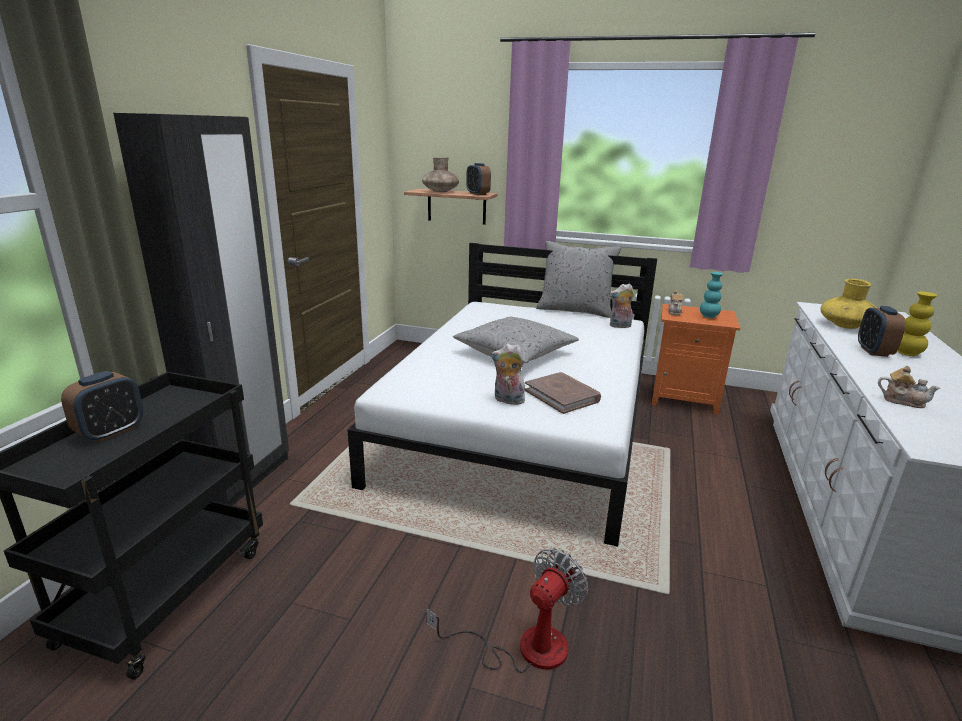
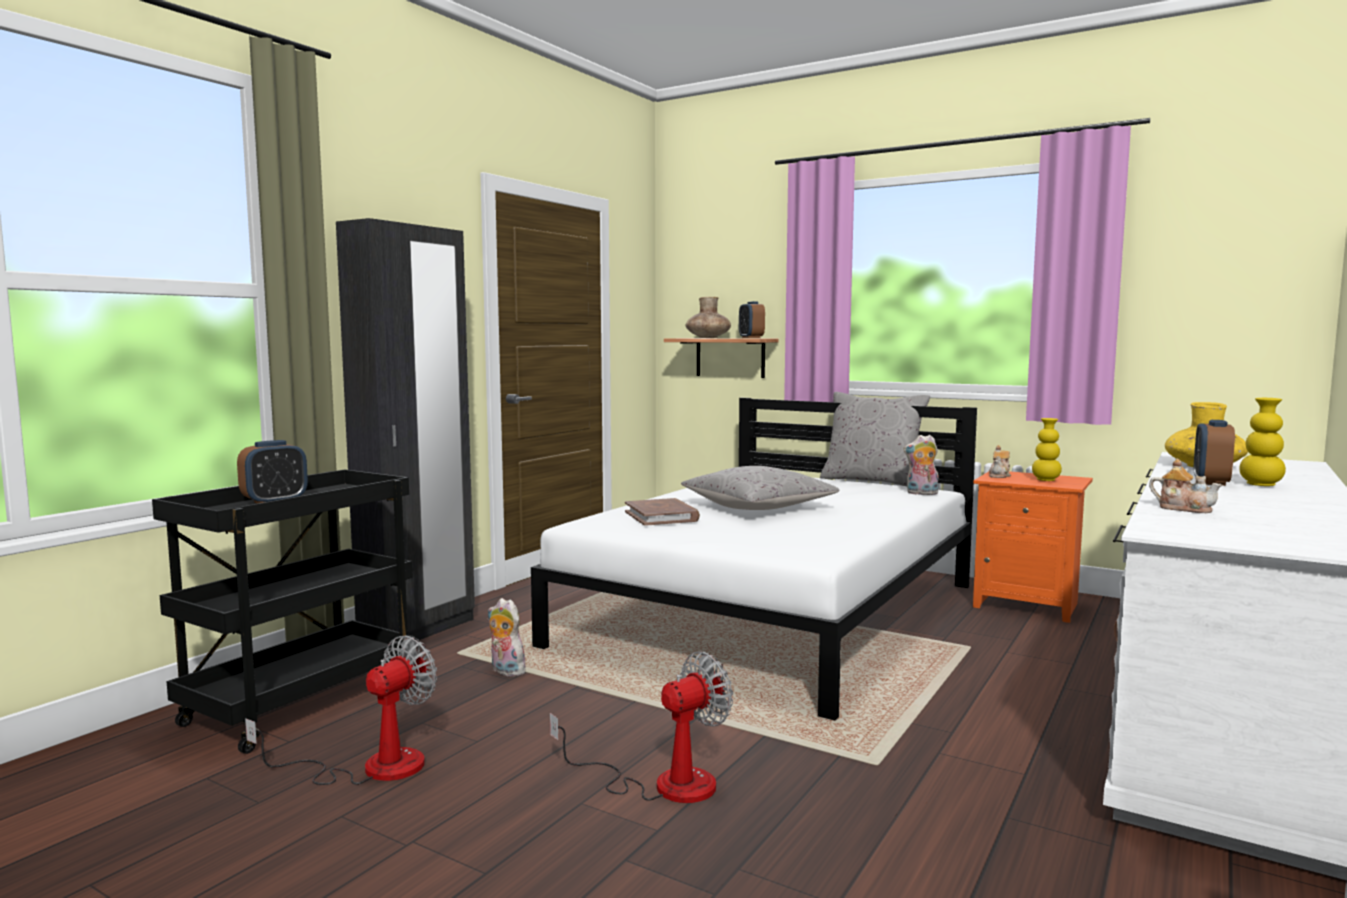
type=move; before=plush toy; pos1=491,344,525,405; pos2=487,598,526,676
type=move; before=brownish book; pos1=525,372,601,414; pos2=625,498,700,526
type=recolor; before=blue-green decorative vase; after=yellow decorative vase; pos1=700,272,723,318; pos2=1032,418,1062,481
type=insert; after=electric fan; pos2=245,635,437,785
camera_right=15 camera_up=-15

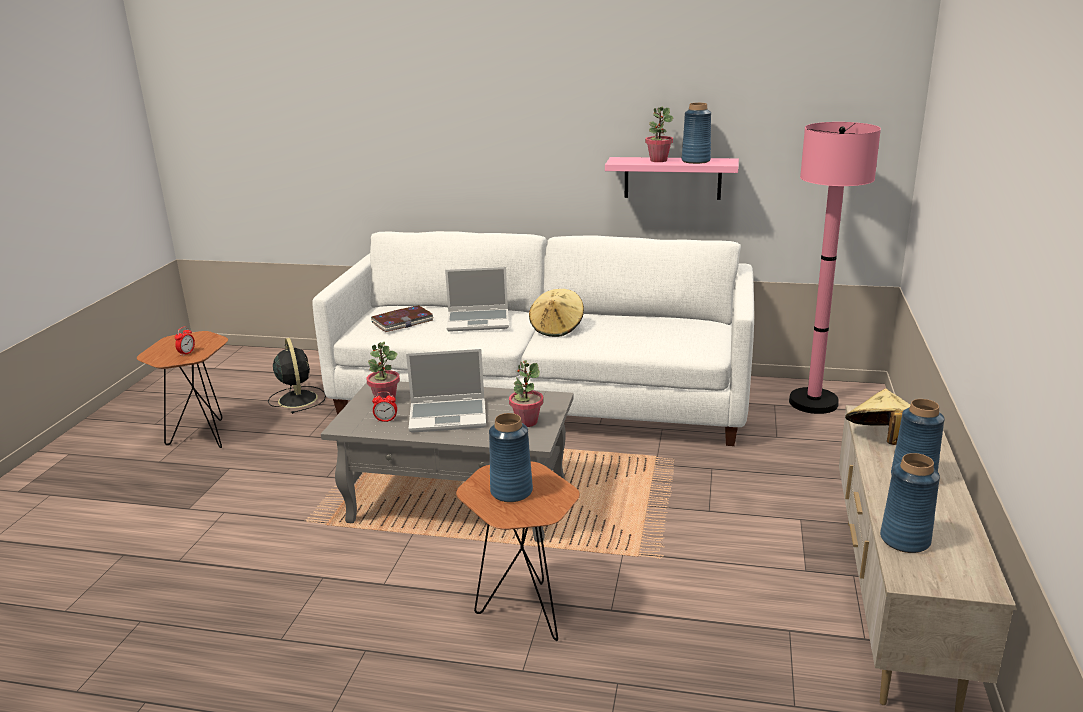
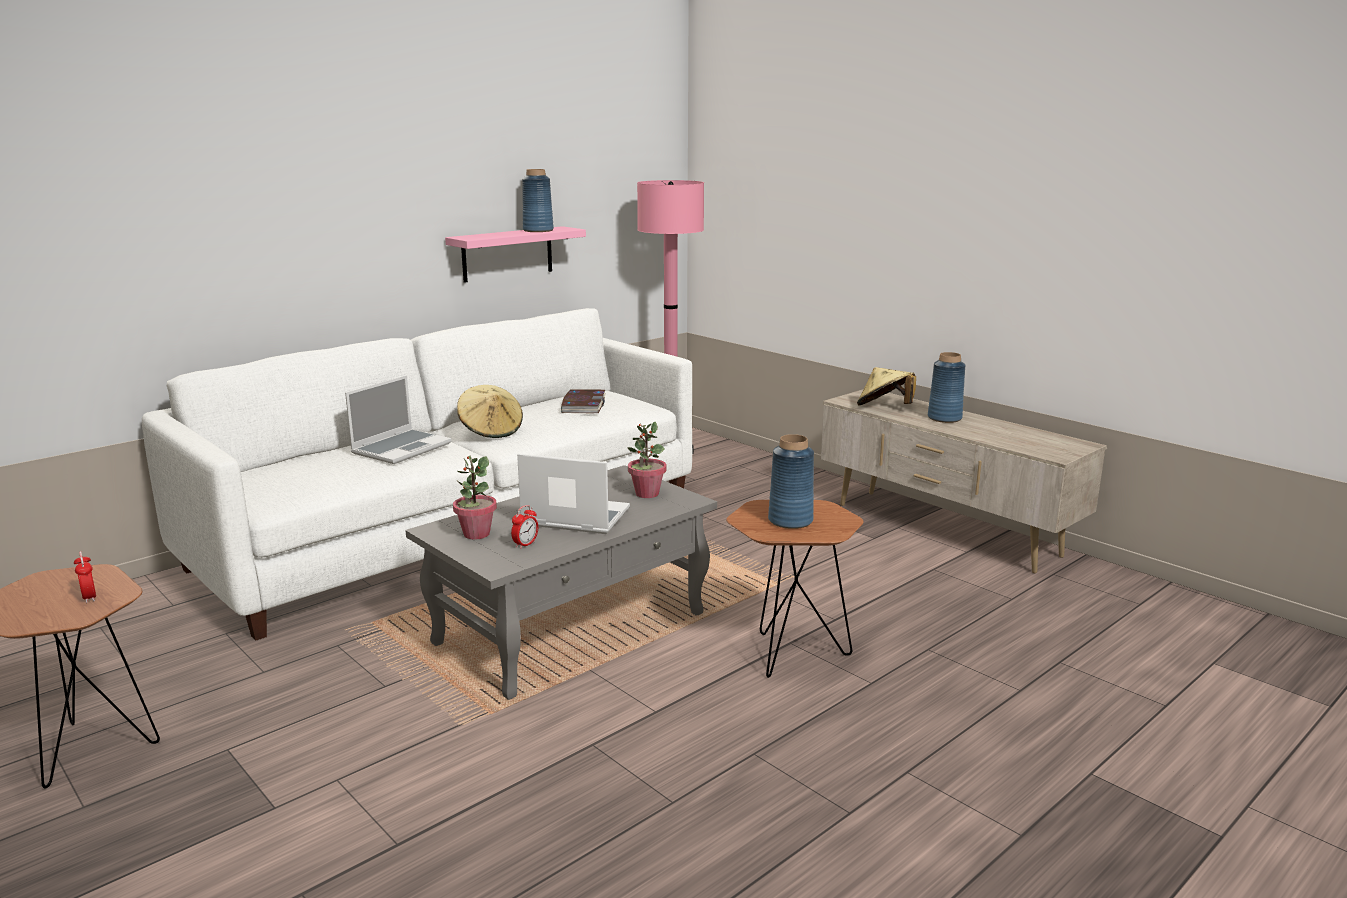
type=delete; before=black-coloured electric fan; pos1=268,338,326,414
type=move; before=book; pos1=371,305,434,332; pos2=561,389,606,413
type=rotate; before=portable computer; pos1=406,349,486,433; pos2=517,454,630,534; turn=-105
type=delete; before=plant in a pot; pos1=645,107,673,162
type=delete; before=blue decorative vase; pos1=880,453,940,553
camera_right=-55 camera_up=-5

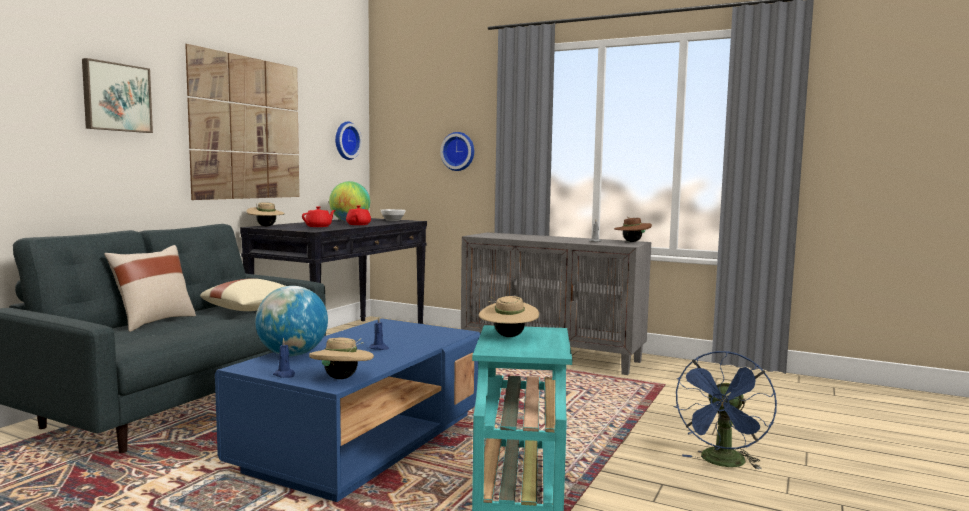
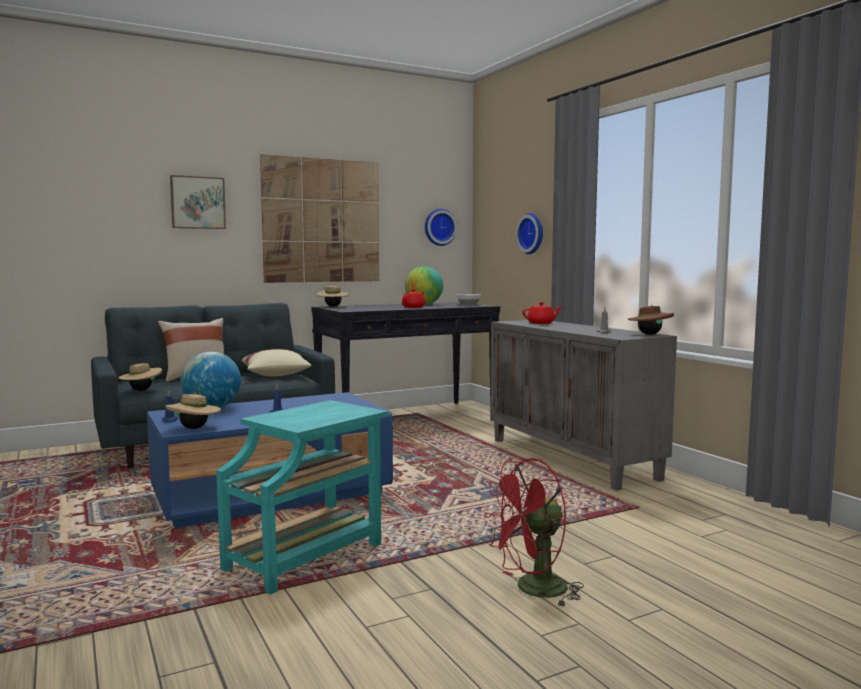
type=move; before=red-coloured teapot; pos1=302,206,335,227; pos2=522,302,562,324
type=move; before=beige clothing hat; pos1=479,296,539,337; pos2=118,362,162,391
type=recolor; before=blue electric fan; after=red-coloured electric fan; pos1=673,351,777,470; pos2=484,458,584,607
camera_right=35 camera_up=0

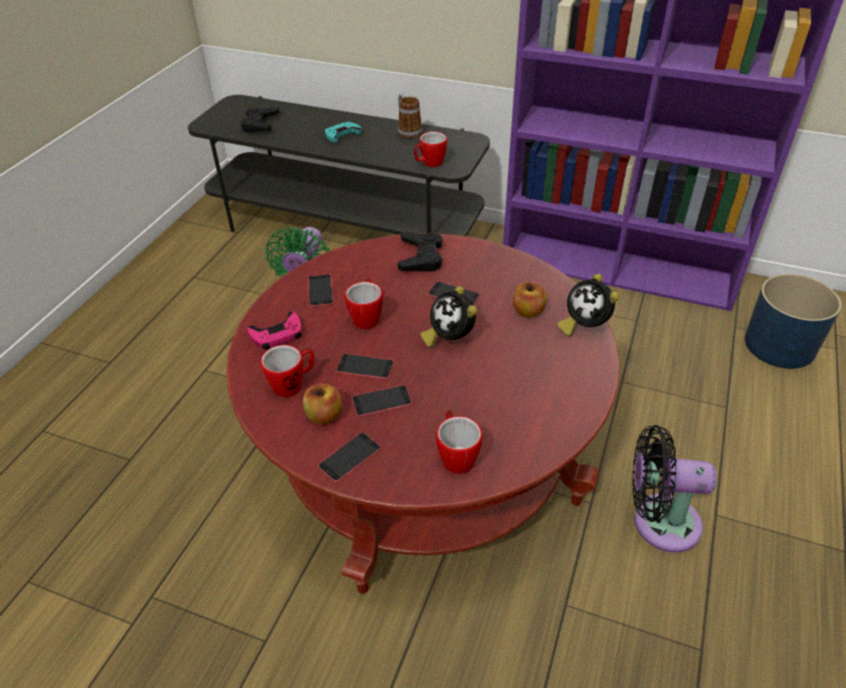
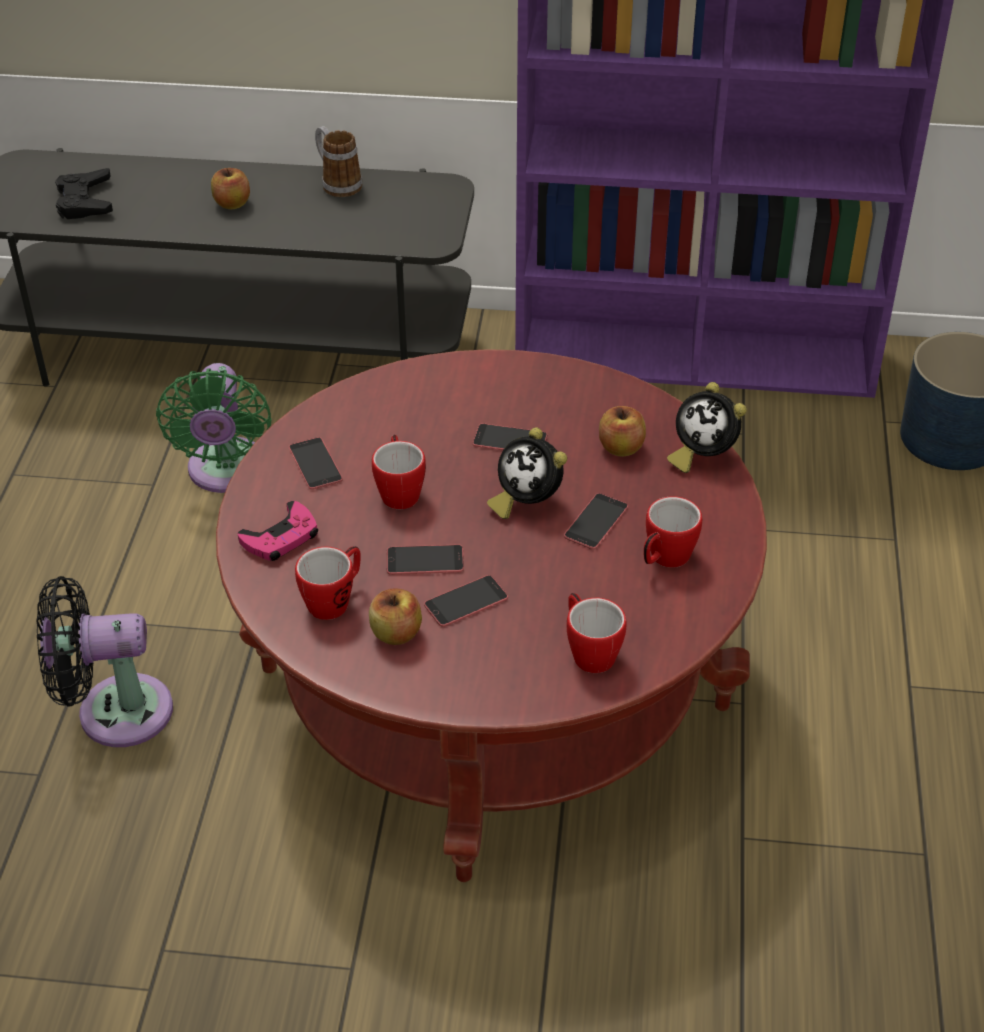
type=move; before=handset; pos1=318,432,381,482; pos2=564,493,628,549
type=replace; before=blue-green game controller; after=apple; pos1=324,122,362,143; pos2=211,168,250,209
type=delete; before=black-coloured game controller; pos1=398,232,443,272
type=move; before=coffee mug; pos1=414,132,447,167; pos2=644,496,702,568
type=move; before=black-coloured electric fan; pos1=632,425,717,553; pos2=37,576,173,747
camera_right=-15 camera_up=0

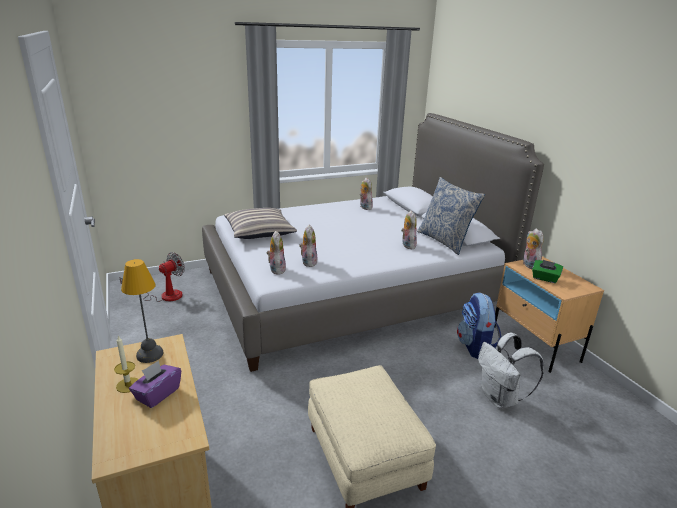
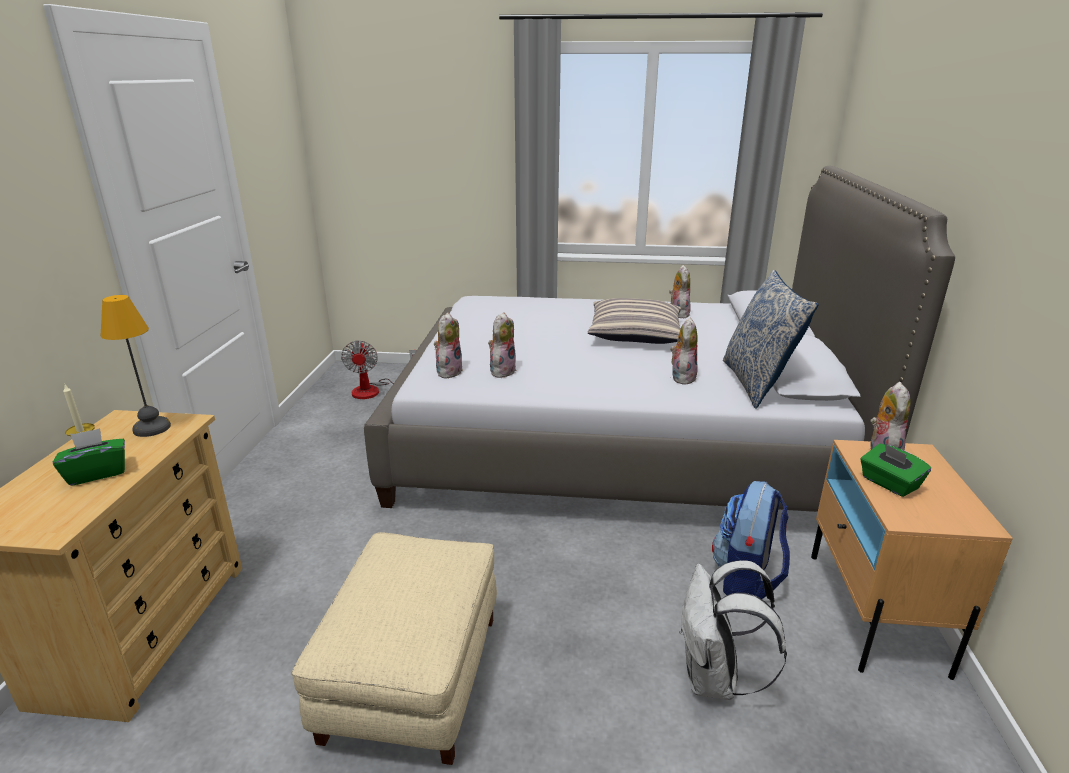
type=rotate; before=electric fan; pos1=120,252,185,302; pos2=341,340,416,399; turn=105
type=recolor; before=purplish tissue holder; after=green tissue holder; pos1=129,360,181,408; pos2=53,428,125,486
type=move; before=throw pillow; pos1=224,208,297,239; pos2=588,298,681,344
camera_right=30 camera_up=0

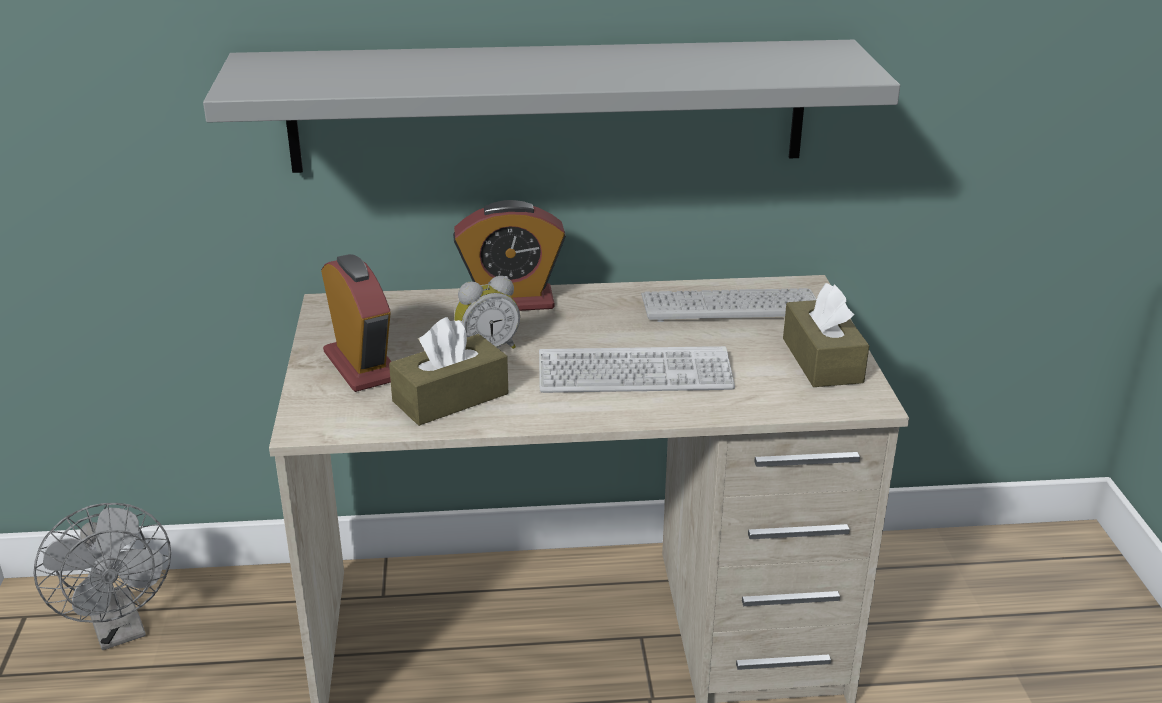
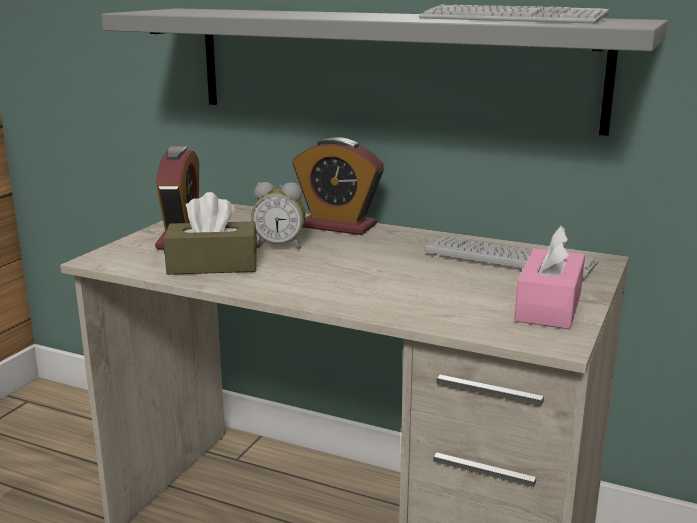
type=delete; before=greyish electric fan; pos1=33,503,171,650
type=move; before=keyboard; pos1=539,346,735,393; pos2=419,4,610,24
type=recolor; before=brownish tissue holder; after=pink tissue holder; pos1=783,283,869,387; pos2=514,226,585,329
camera_right=30 camera_up=-10

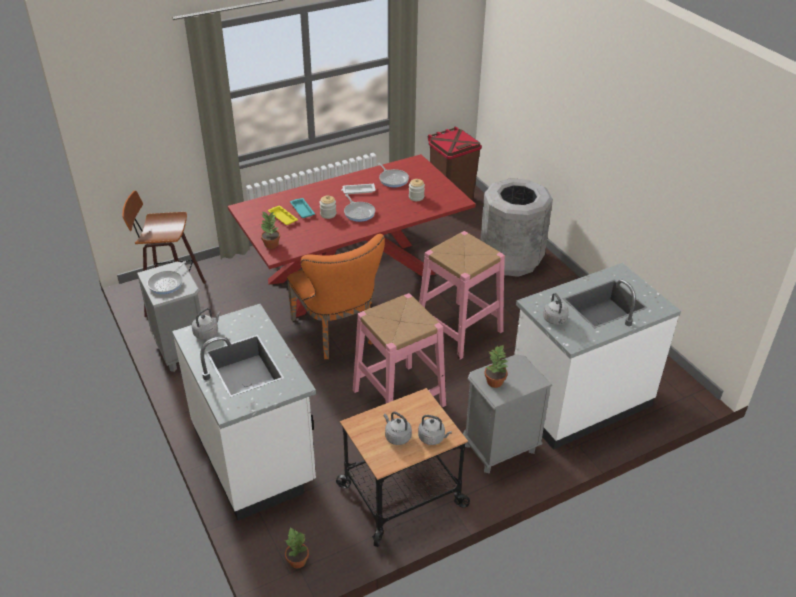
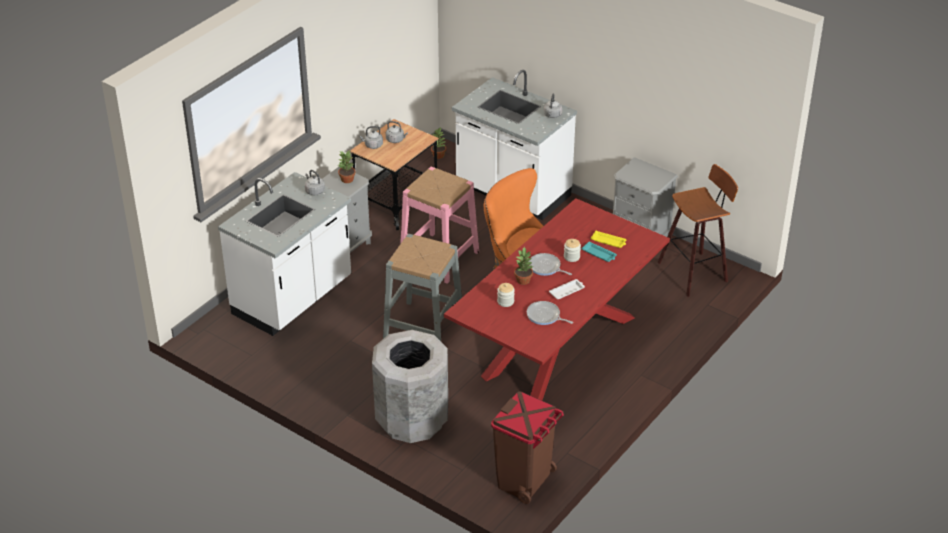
type=delete; before=frying pan; pos1=147,261,186,294
type=move; before=plant in a pot; pos1=260,211,280,248; pos2=514,247,534,285
type=recolor; before=pink sitting stool; after=greyish sitting stool; pos1=419,231,505,360; pos2=383,234,462,341
camera_right=155 camera_up=0

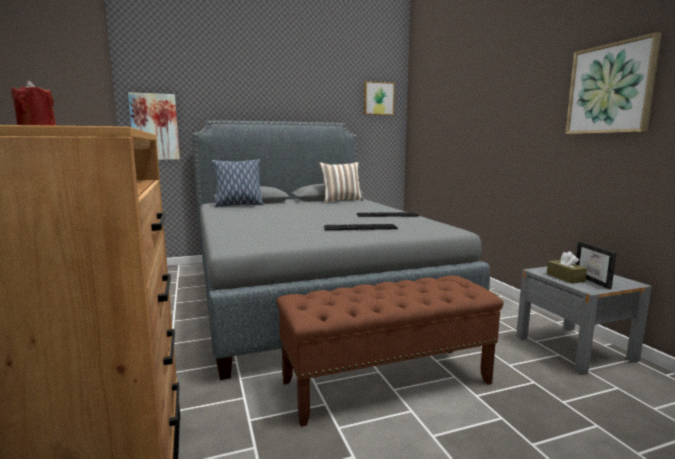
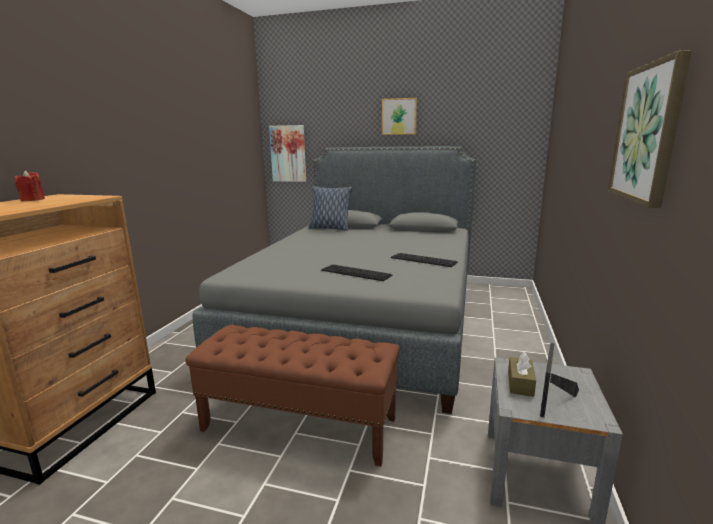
type=delete; before=throw pillow; pos1=319,162,364,203
type=move; before=wall art; pos1=364,81,395,115; pos2=382,98,417,135
camera_right=35 camera_up=5

